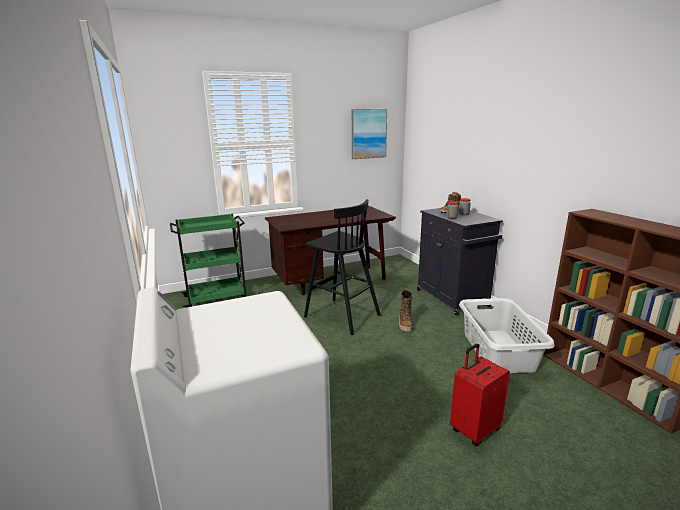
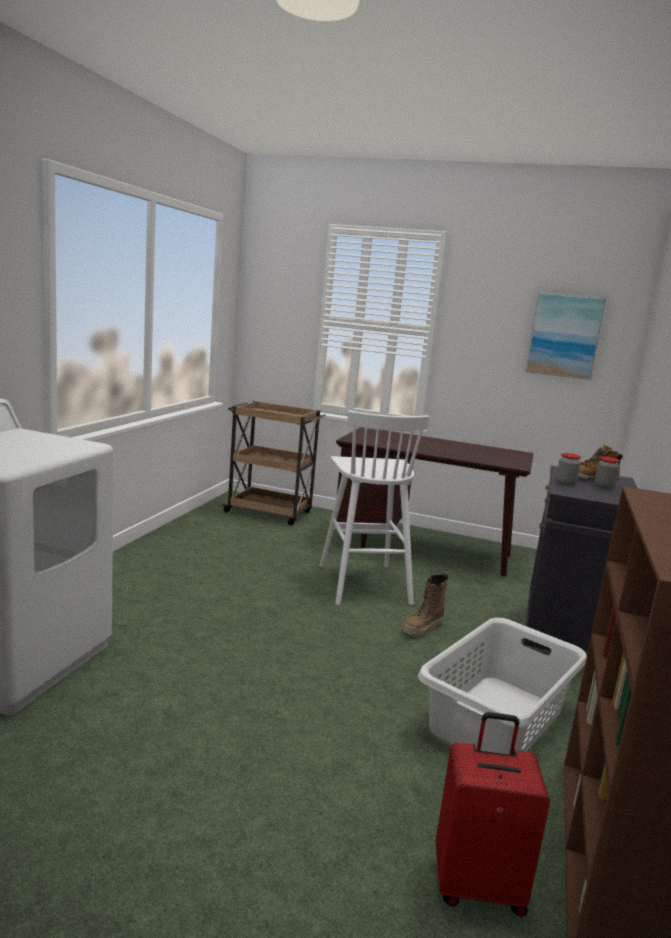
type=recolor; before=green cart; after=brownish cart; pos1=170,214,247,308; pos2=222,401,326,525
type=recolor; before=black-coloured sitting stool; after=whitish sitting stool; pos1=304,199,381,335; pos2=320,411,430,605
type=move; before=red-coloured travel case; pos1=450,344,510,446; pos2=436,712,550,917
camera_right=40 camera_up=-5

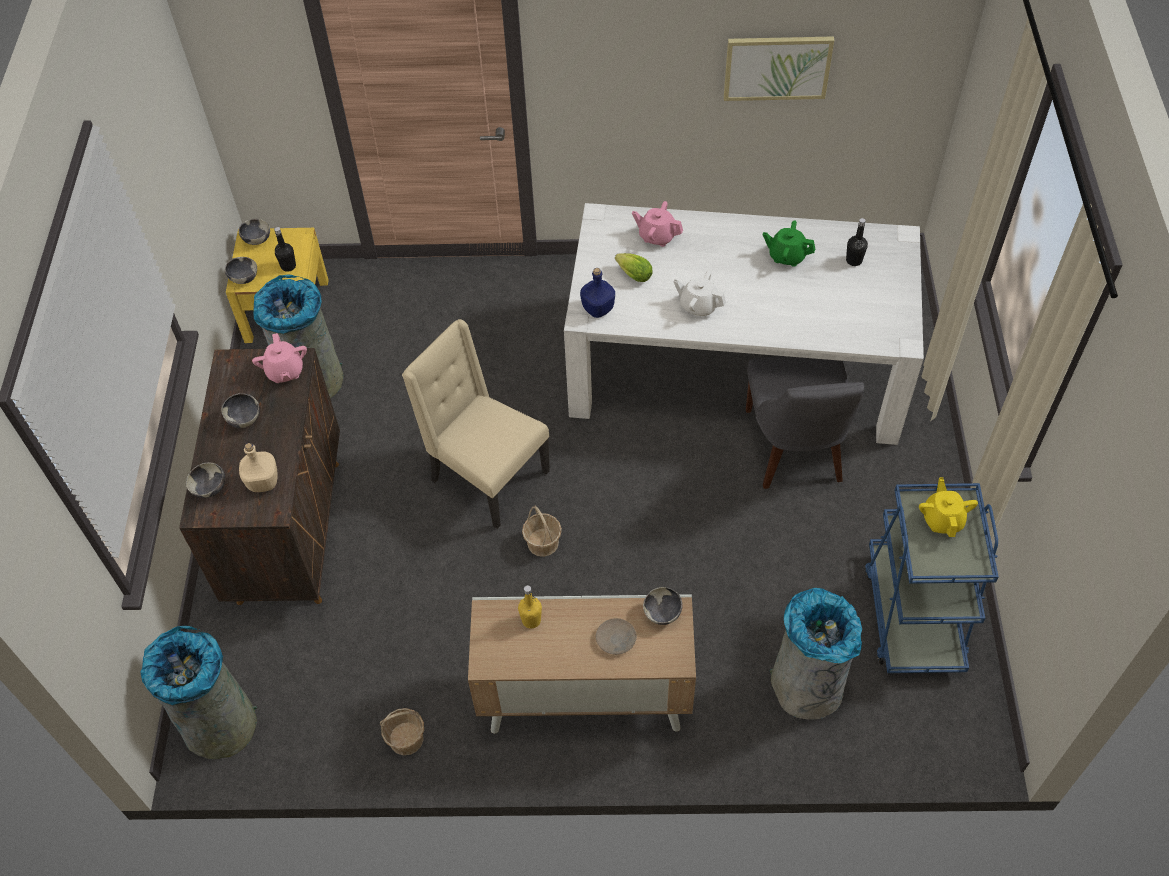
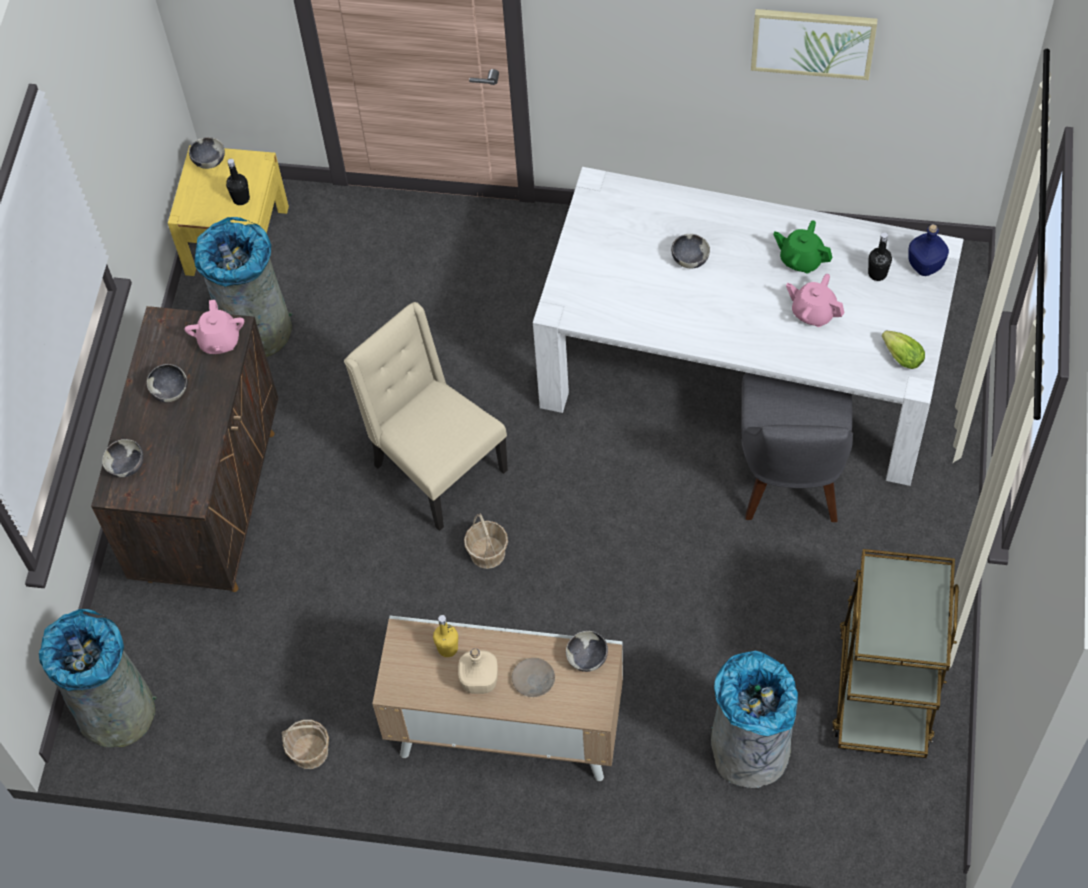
type=move; before=serving bowl; pos1=225,257,257,284; pos2=671,234,710,268
type=move; before=beige bottle; pos1=239,443,278,492; pos2=458,648,498,694
type=move; before=blue bottle; pos1=580,268,615,318; pos2=908,224,949,276
type=move; before=lettuce; pos1=615,253,653,282; pos2=882,331,925,369
type=move; before=pink teapot; pos1=632,201,683,247; pos2=786,274,845,327
type=delete; before=whitish teapot; pos1=674,270,726,318
type=recolor; before=blue cart; after=brownish cart; pos1=865,483,999,673; pos2=832,549,959,758
type=delete; before=yellow teapot; pos1=919,477,978,537
camera_right=10 camera_up=5

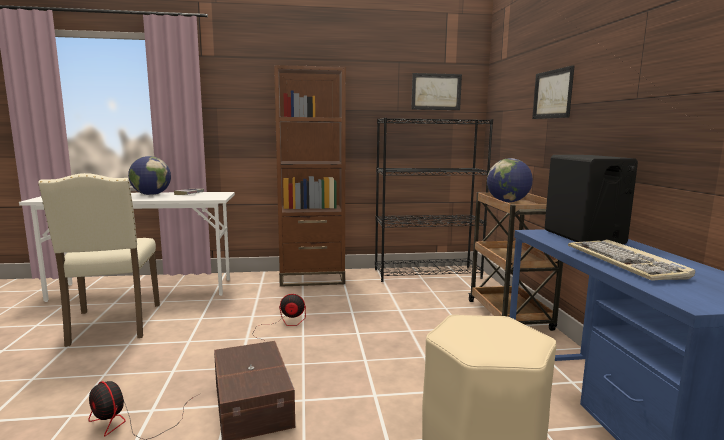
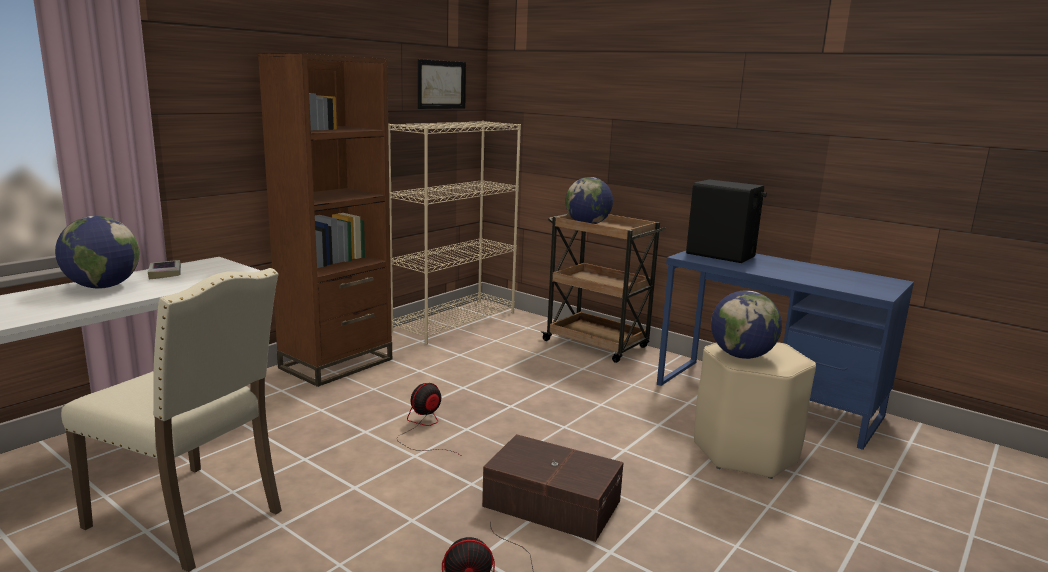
type=recolor; before=black-coloured bookshelf; after=beige bookshelf; pos1=375,118,493,282; pos2=388,121,521,345
type=delete; before=wall art; pos1=532,65,575,119
type=delete; before=keyboard; pos1=568,240,695,281
type=insert; after=desk globe; pos2=711,290,782,359
camera_right=-45 camera_up=5

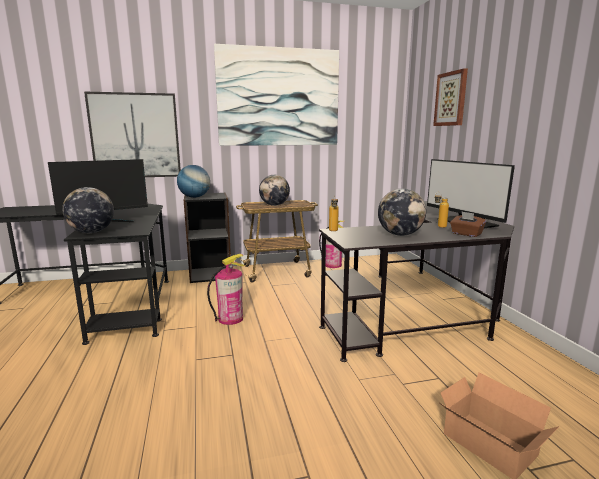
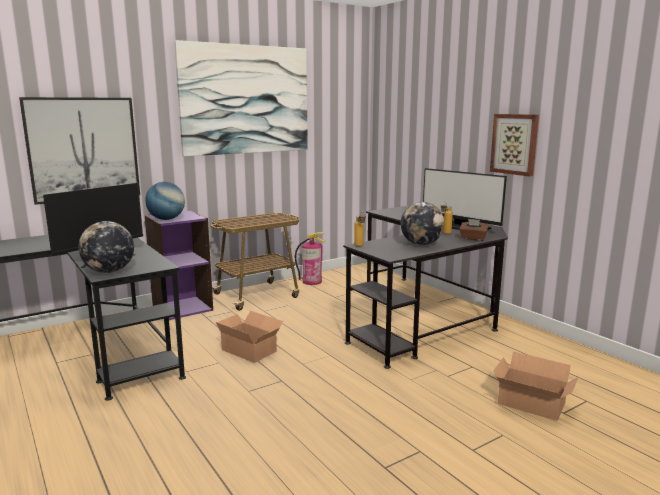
type=recolor; before=black-coloured bookshelf; after=purplish bookshelf; pos1=183,193,231,283; pos2=145,210,213,320
type=replace; before=fire-fighting cylinder; after=carton; pos1=207,254,245,325; pos2=216,311,283,363
type=delete; before=desk globe; pos1=259,175,290,206
type=move; before=wall art; pos1=433,68,468,126; pos2=490,114,539,177
camera_right=-20 camera_up=0

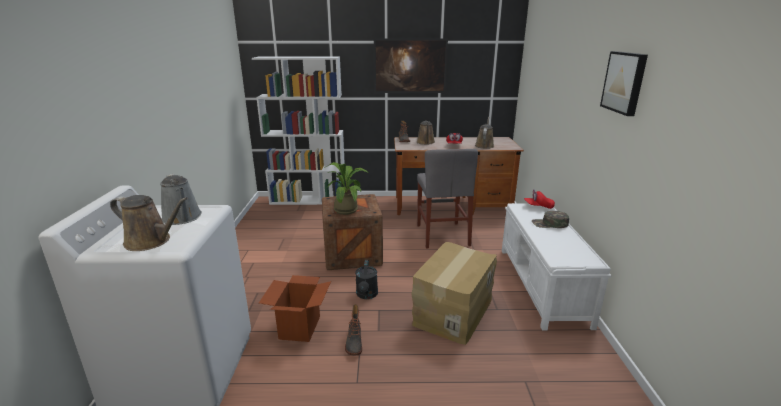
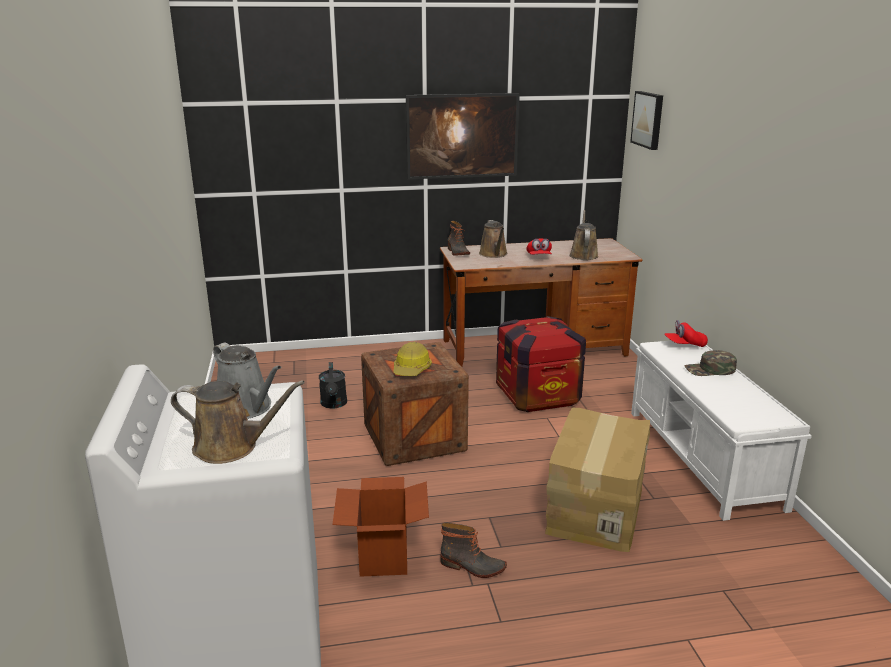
type=delete; before=whitish bookshelf; pos1=252,56,345,205
type=replace; before=plant in a pot; after=work helmet; pos1=326,162,367,215; pos2=393,342,432,376
type=rotate; before=high-top boot; pos1=345,304,362,355; pos2=440,523,507,578; turn=-60
type=move; before=black-coloured watering pot; pos1=355,260,378,299; pos2=319,362,347,409
type=replace; before=greyish upright chair; after=packing crate; pos1=417,149,478,249; pos2=496,316,586,412
type=move; before=wall art; pos1=600,51,648,116; pos2=630,91,663,150
camera_right=-10 camera_up=0

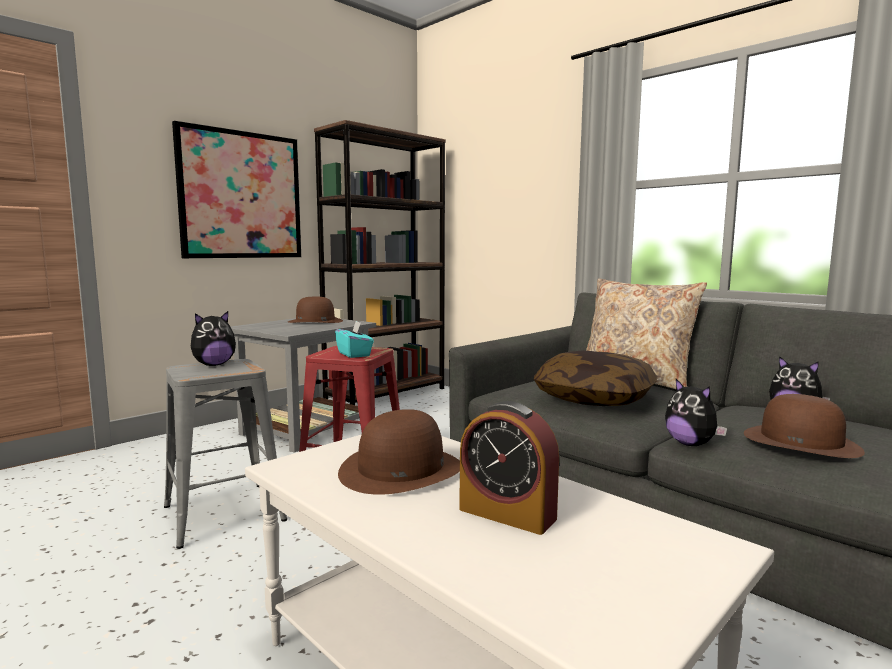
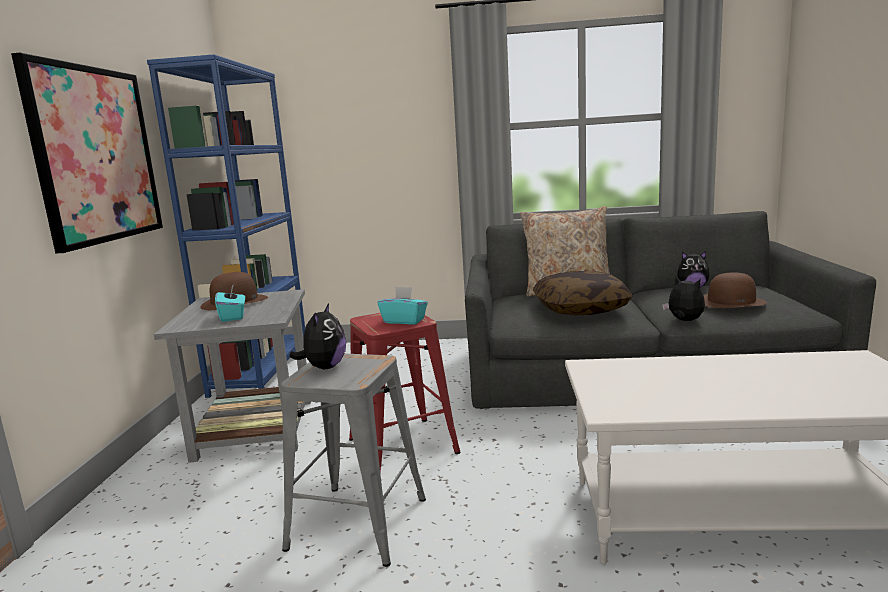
type=recolor; before=brownish bookshelf; after=blue bookshelf; pos1=314,120,446,405; pos2=147,54,305,398
type=delete; before=brownish clothing hat; pos1=338,409,460,495
type=delete; before=bedside clock; pos1=459,401,559,535
type=rotate; before=plush toy; pos1=665,379,727,446; pos2=662,277,705,321; turn=-150
type=insert; after=blue-green tissue holder; pos2=215,284,245,322
camera_right=-40 camera_up=5

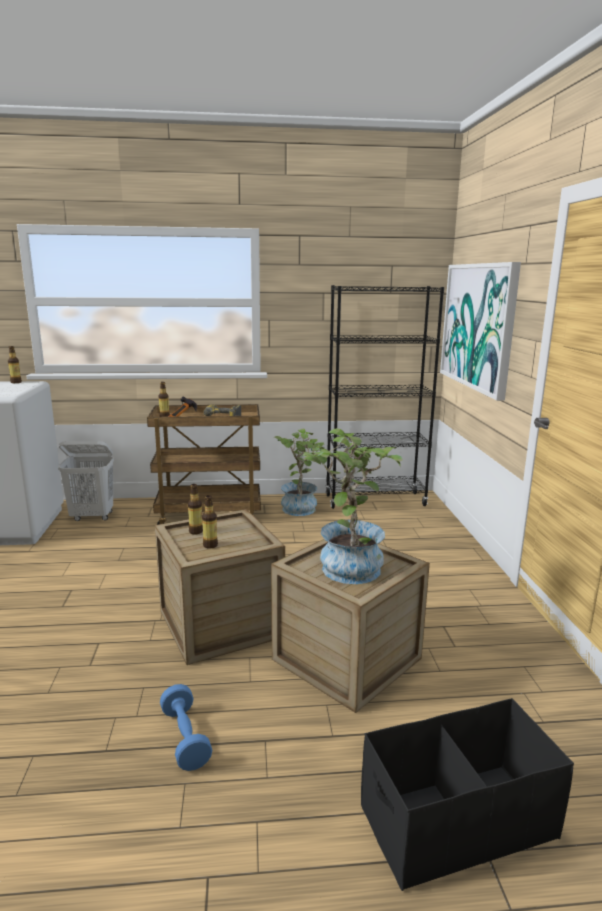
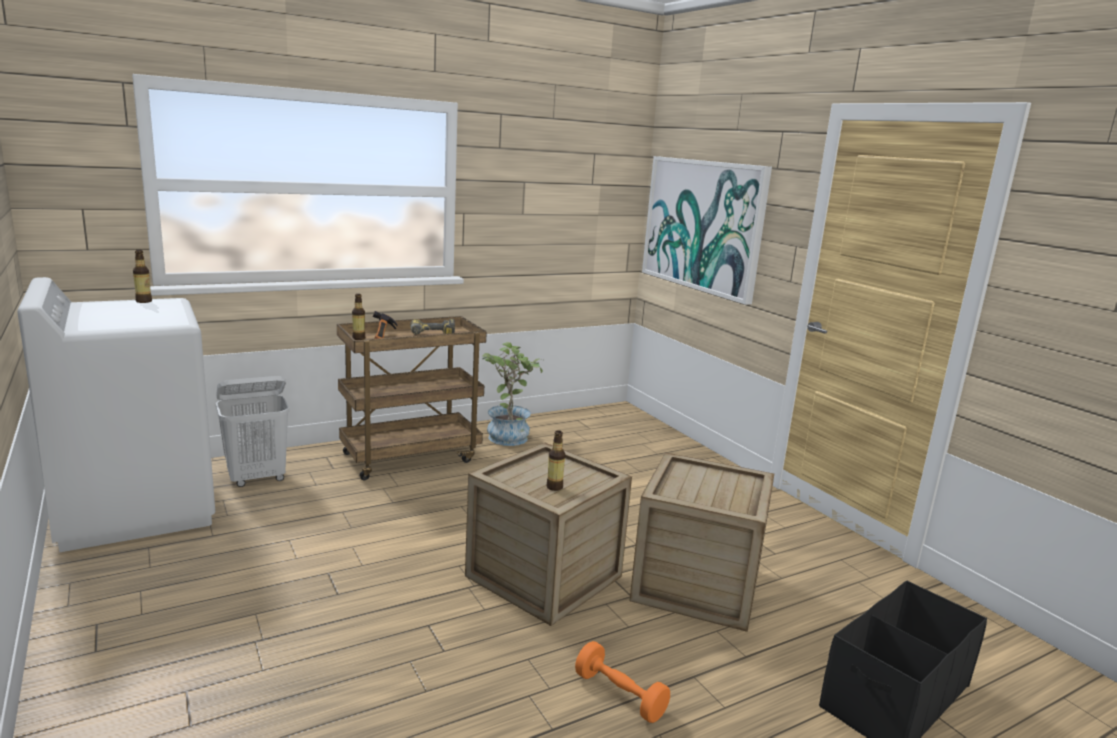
type=recolor; before=blue dumbbell; after=orangey dumbbell; pos1=160,684,212,771; pos2=575,641,670,723
type=delete; before=bottle; pos1=188,484,203,534
type=delete; before=plant in a pot; pos1=301,428,402,584
type=delete; before=black-coloured bookshelf; pos1=326,285,444,509
camera_right=-25 camera_up=0

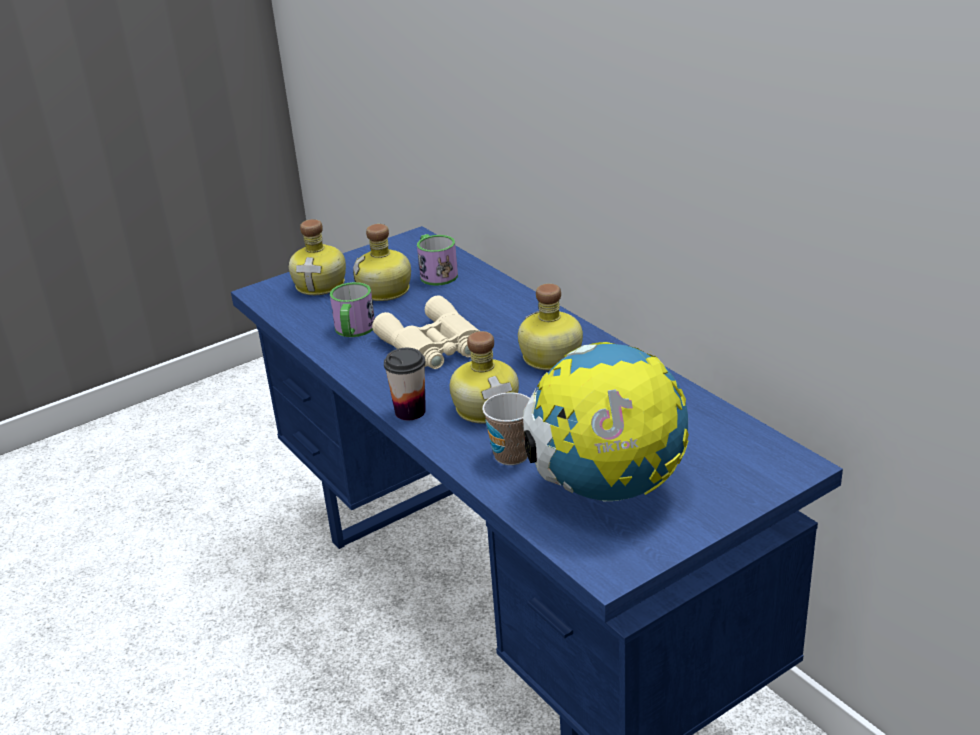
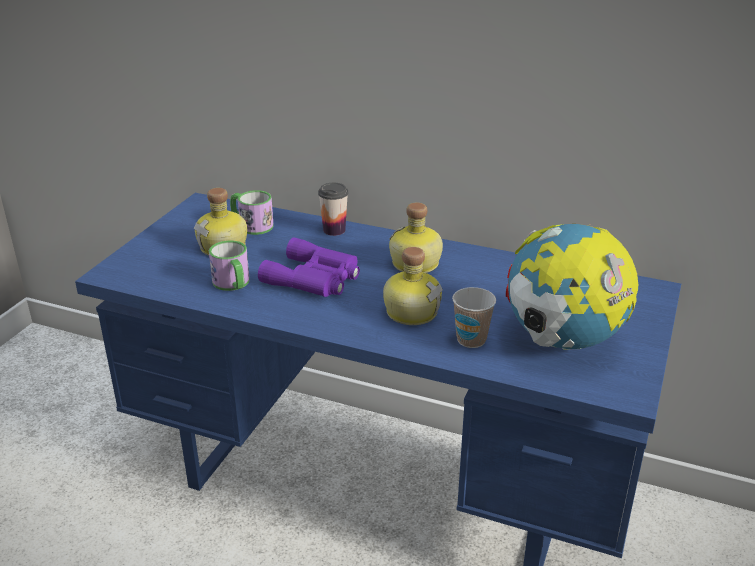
type=delete; before=bottle; pos1=289,219,346,295
type=recolor; before=beige pair of binoculars; after=purplish pair of binoculars; pos1=372,295,479,369; pos2=258,238,360,297
type=move; before=cup; pos1=384,348,426,420; pos2=318,183,348,236
camera_right=-35 camera_up=0

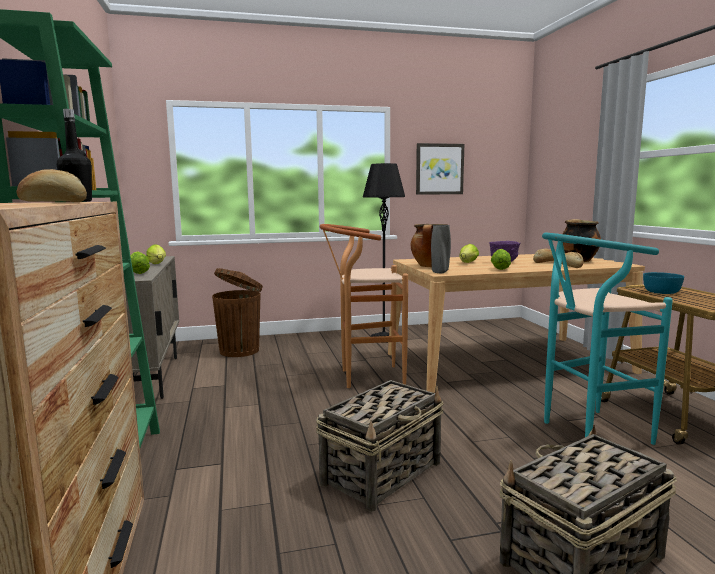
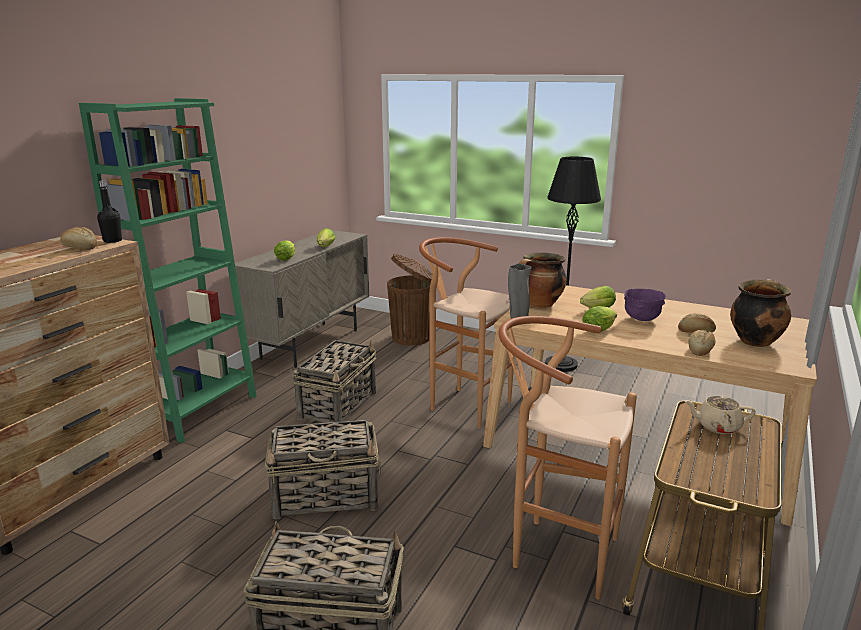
type=delete; before=wall art; pos1=416,143,464,195
type=recolor; before=blue-green sitting stool; after=brownish sitting stool; pos1=542,233,673,445; pos2=498,316,637,599
type=replace; before=blue-green serving bowl; after=beige teapot; pos1=643,272,684,294; pos2=684,395,756,434
type=insert; after=storage basket; pos2=292,340,376,423
camera_right=40 camera_up=10

